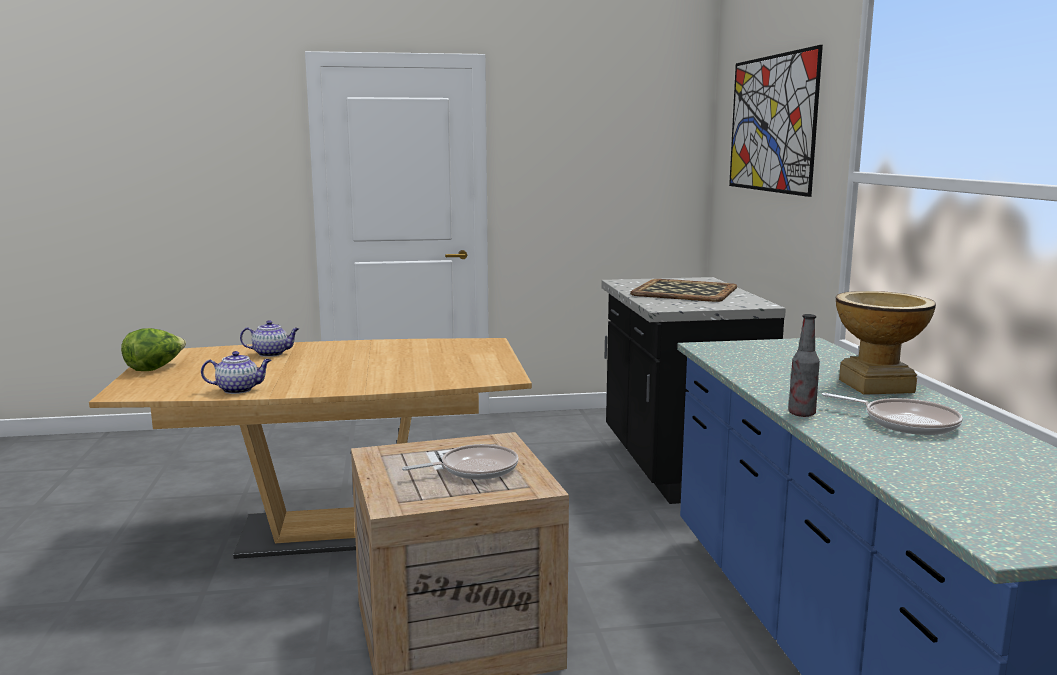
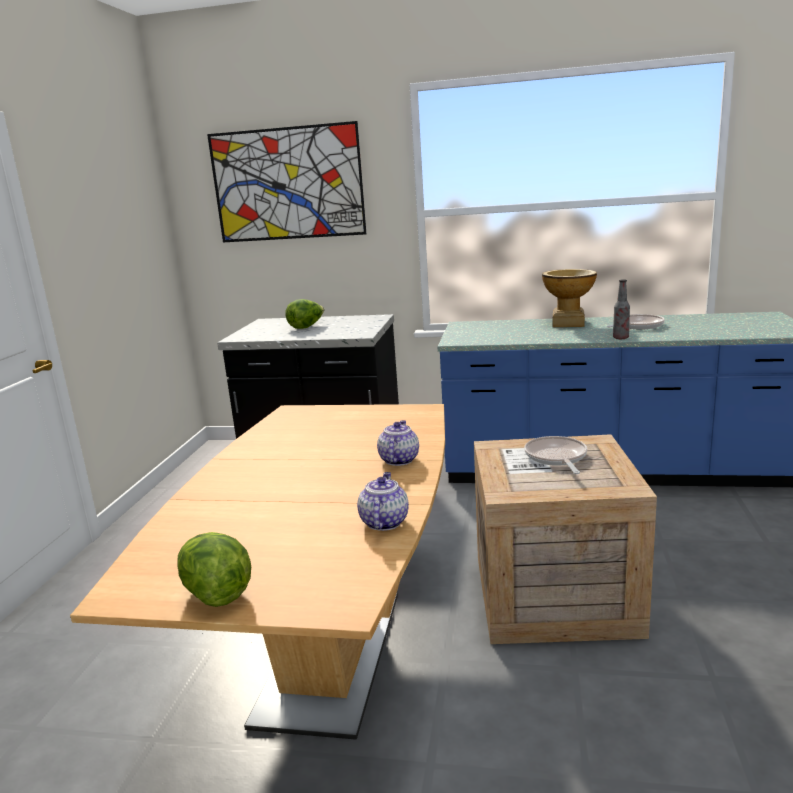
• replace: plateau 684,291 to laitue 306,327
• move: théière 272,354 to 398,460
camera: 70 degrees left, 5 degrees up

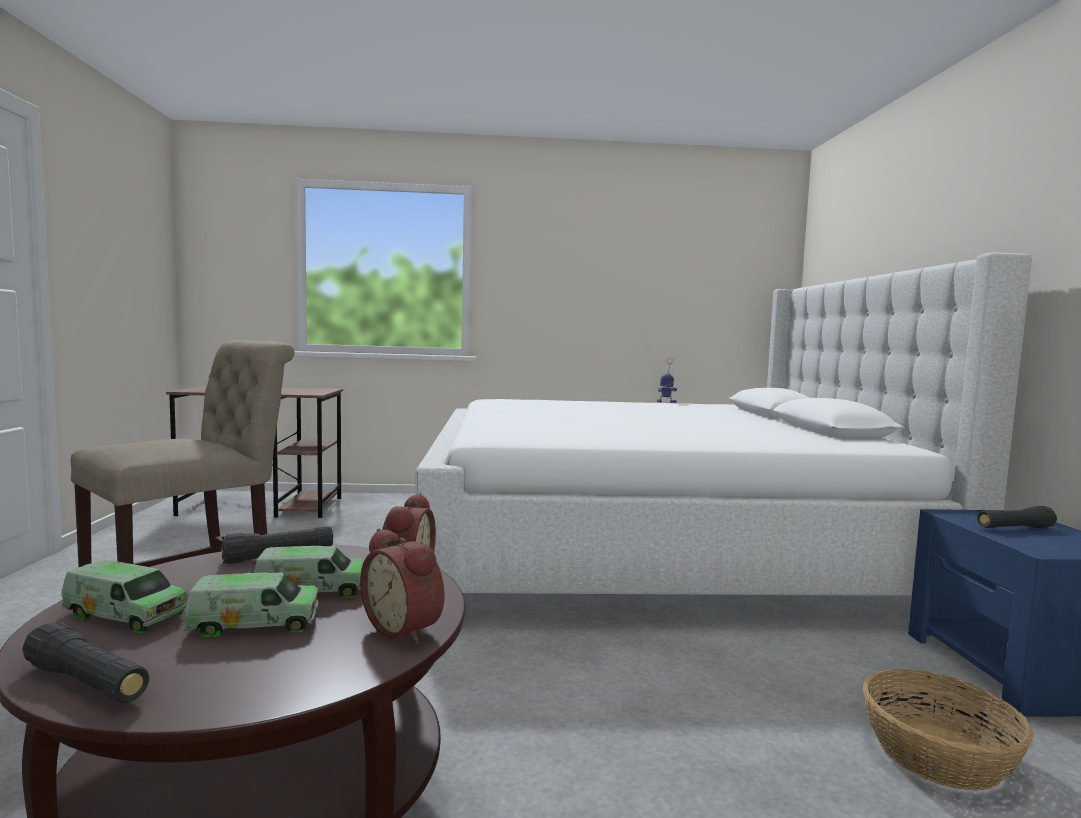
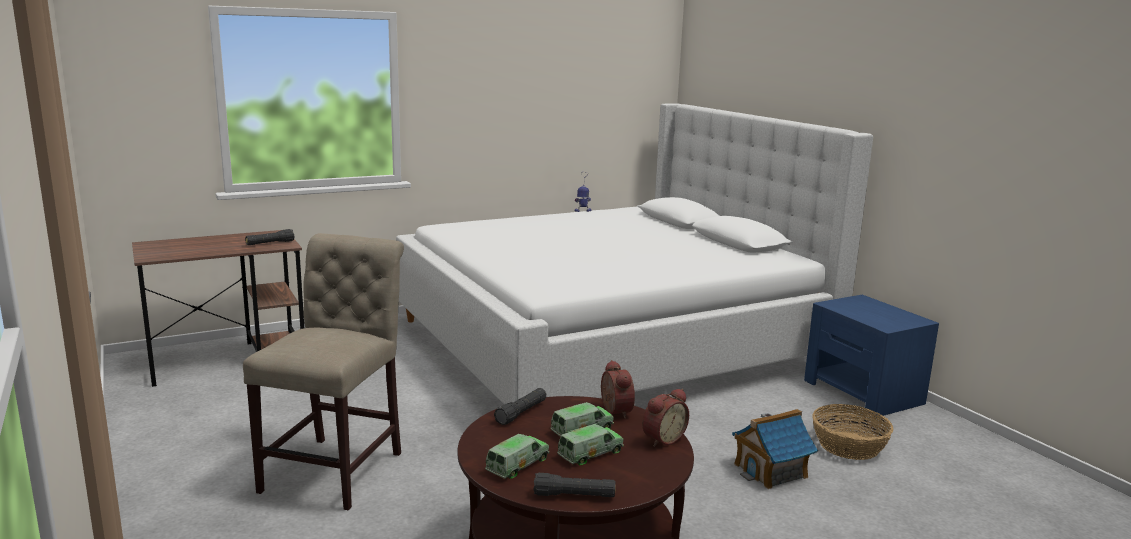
• move: lampe de poche [noir] 1014,528 to 270,243
• rotate: camion jouet 125,615 = 517,465 45 degrees counterclockwise
• rotate: réveil 406,628 = 662,439 60 degrees counterclockwise
• insert: maison miniature 771,470
camera: 25 degrees left, 10 degrees up

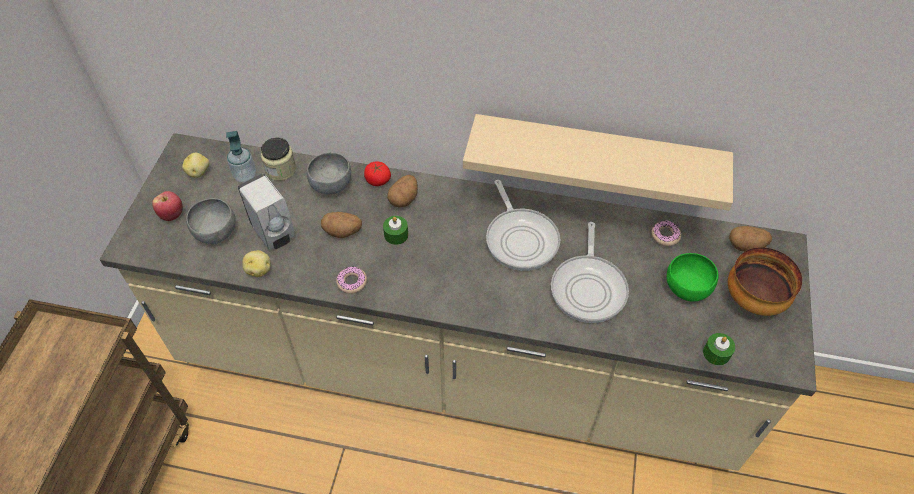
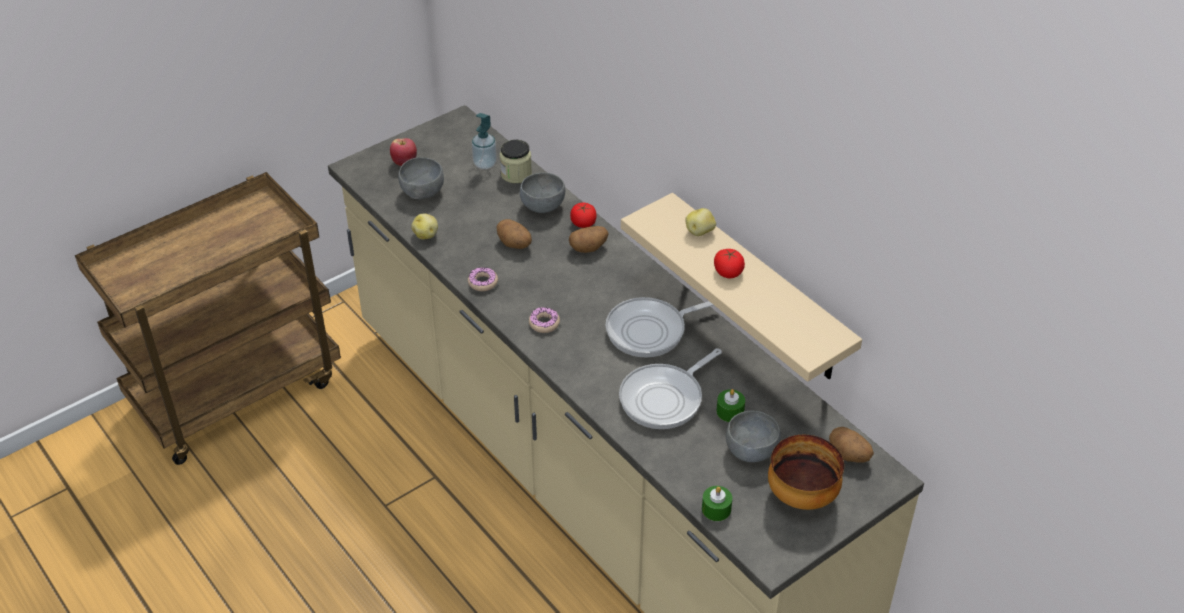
• move: beignet 665,236 to 544,323
• rotate: poêle 520,239 = 650,331 45 degrees clockwise
• move: pomme de terre 199,172 to 700,231
• insert: tomate 728,272
• move: bougie [vert] 396,235 to 730,411
• recolor: bol [vert] 686,288 to bol [gris] 750,451
• delete: distributeur de savon [blanc] 274,234
camera: 40 degrees right, 10 degrees down

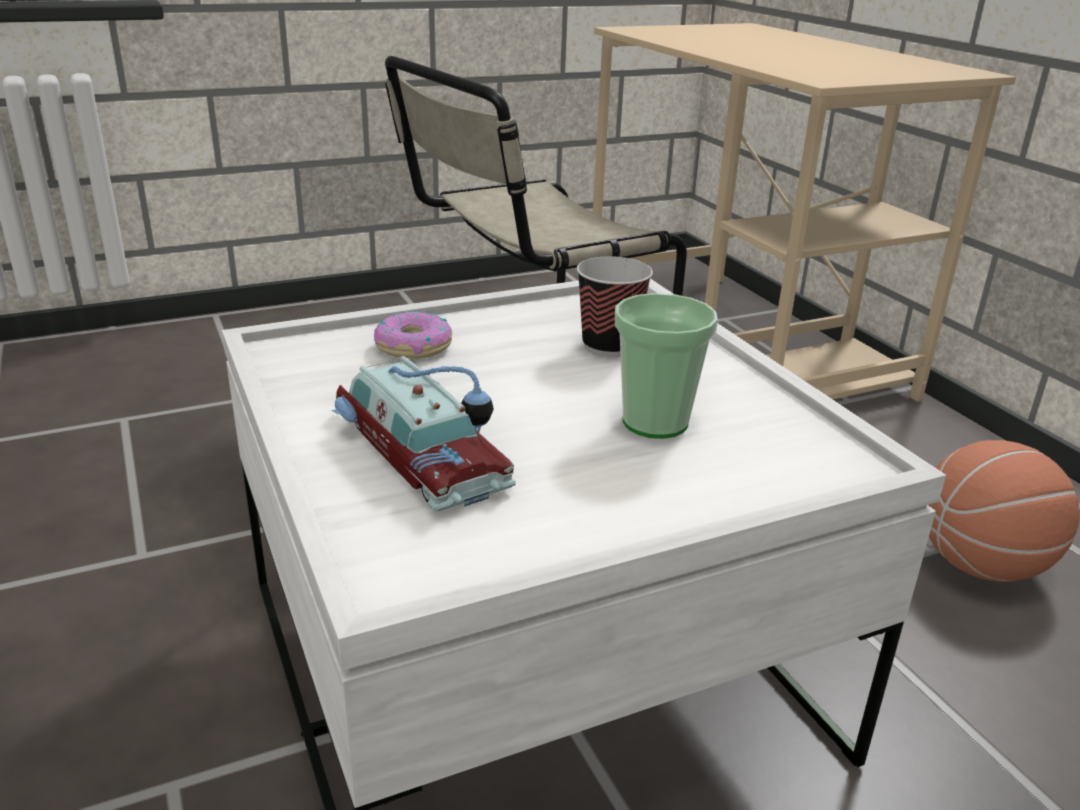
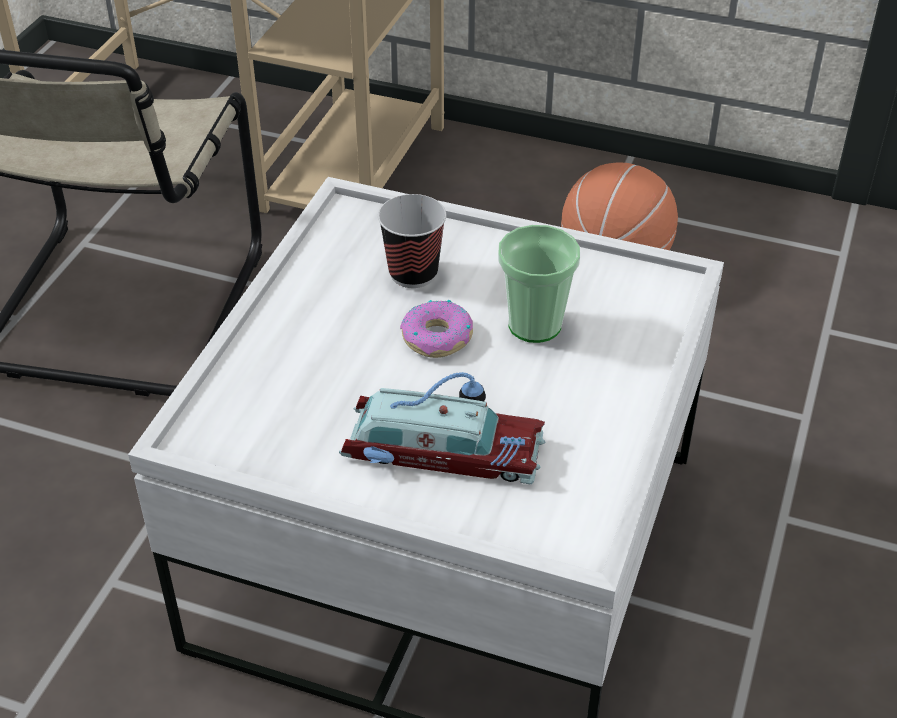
• move: beignet 413,346 to 437,338
camera: 45 degrees left, 15 degrees up

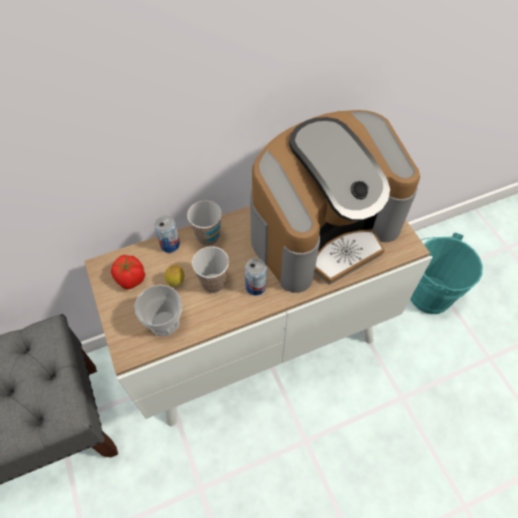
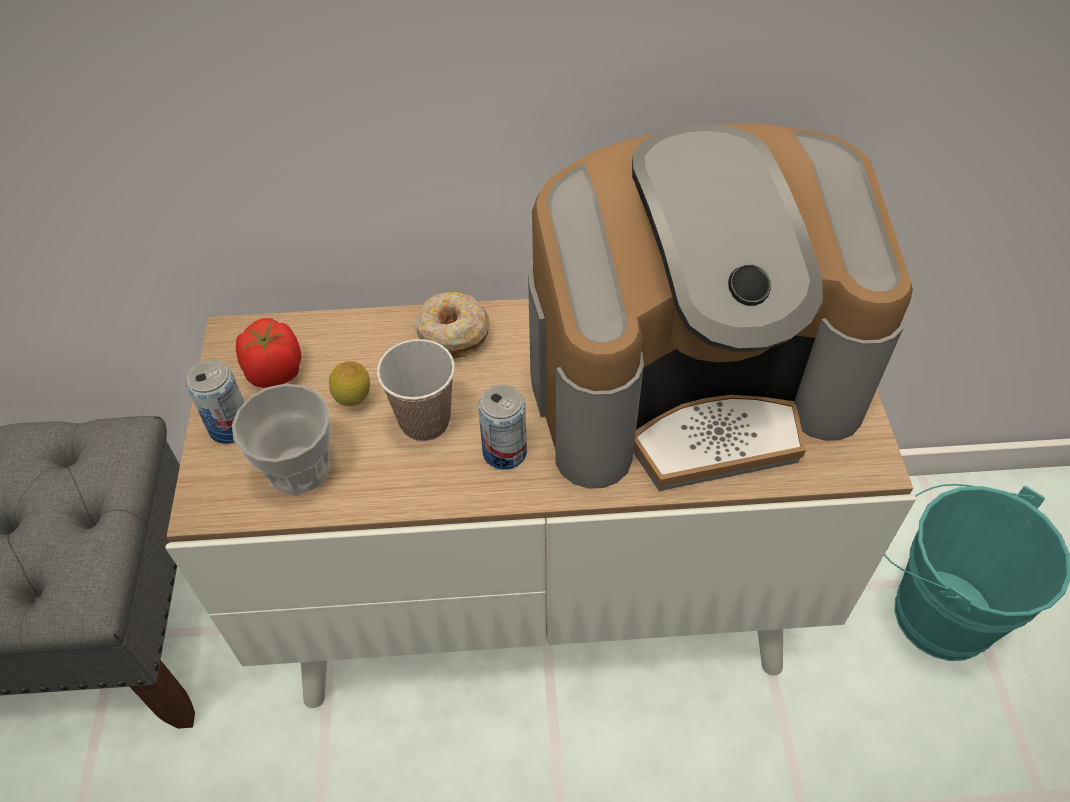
• move: boîte métallique 170,245 to 230,427
• replace: tasse 208,237 to beignet 452,333
camera: 20 degrees right, 5 degrees down

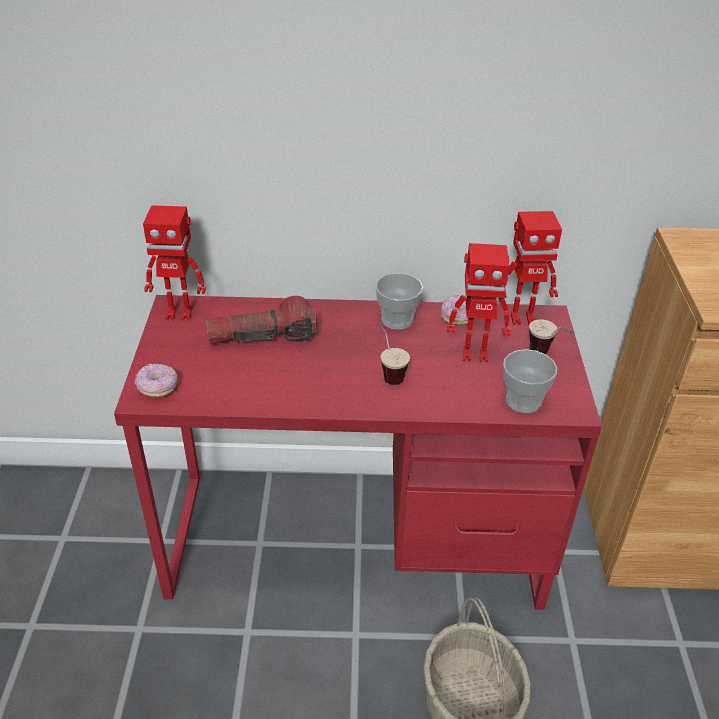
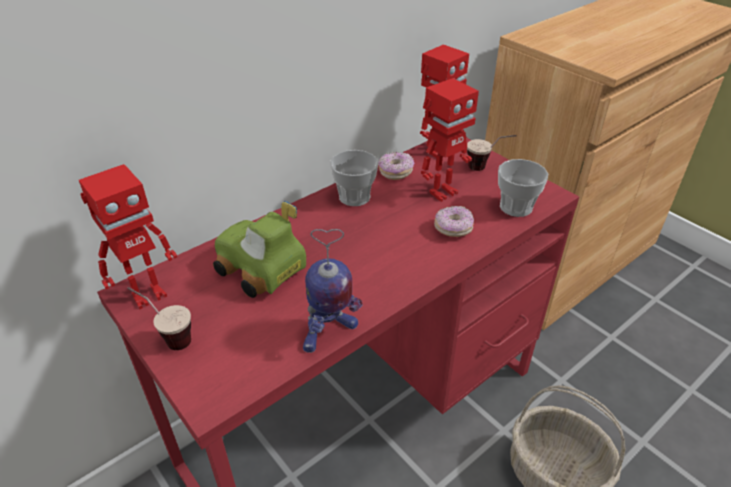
• move: tasse 388,371 to 167,337
• replace: lampe de poche 263,336 to petite voiture 260,270
• insert: robot jouet 329,334
• move: beignet 158,388 to 453,229
camera: 40 degrees left, 0 degrees up

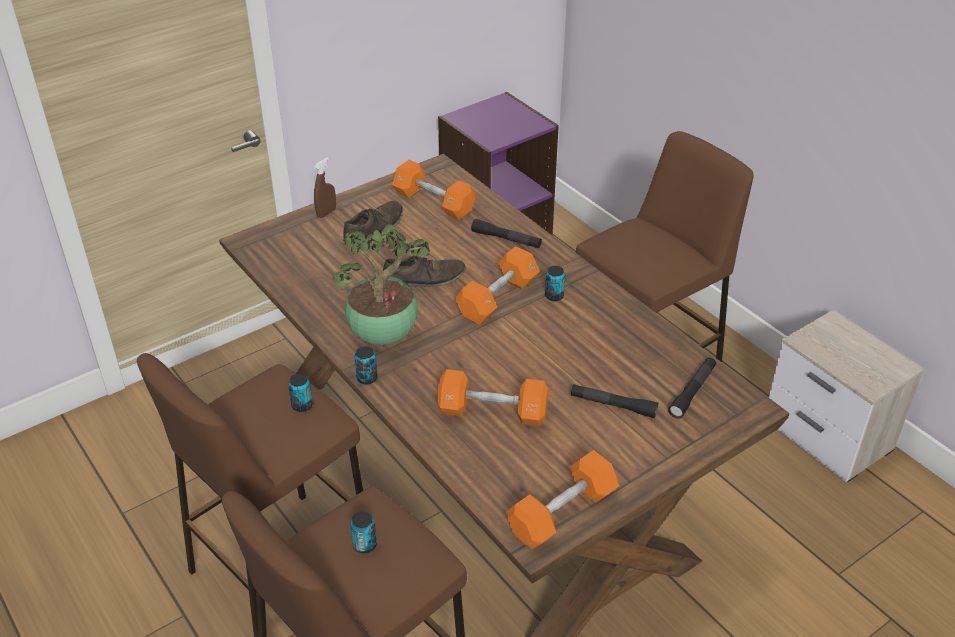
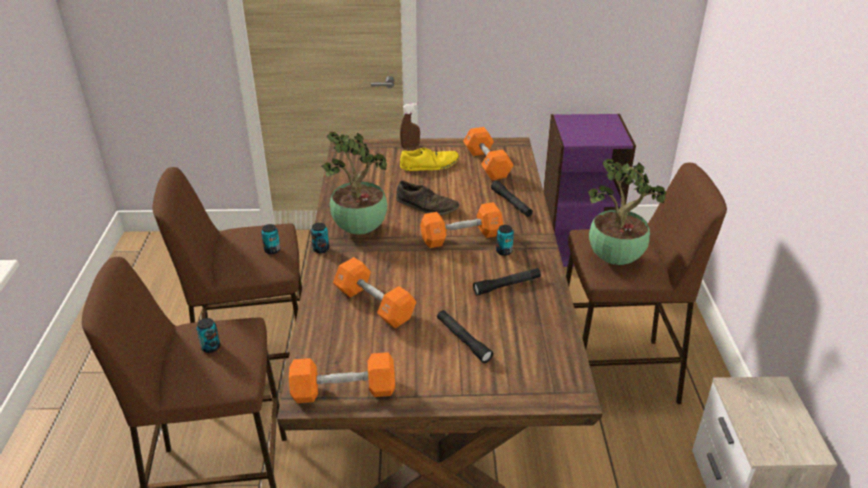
• recolor: chaussure [marron] 374,228 to chaussure [jaune] 429,165
• move: lampe de poche [noir] 692,392 to 507,285
• insert: plante en pot 616,259
camera: 35 degrees right, 5 degrees down

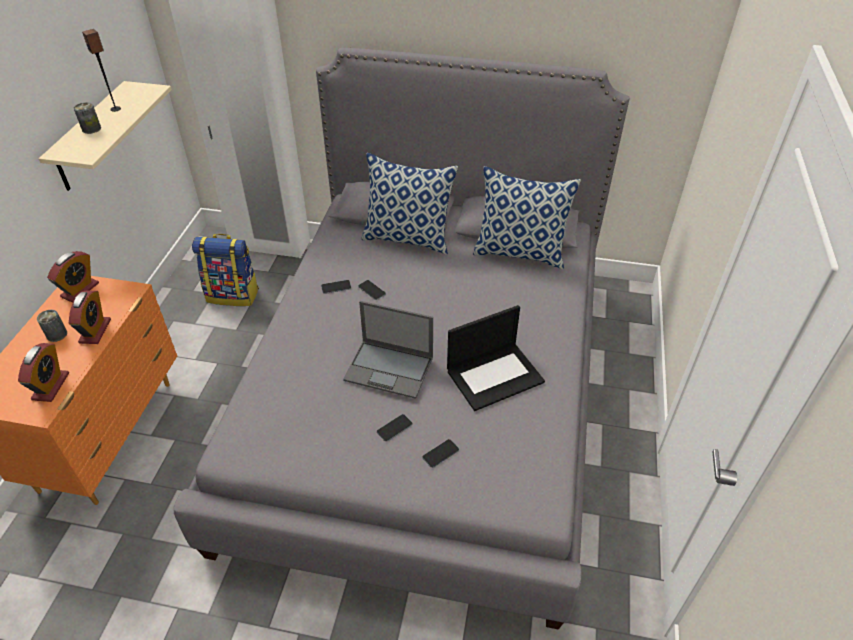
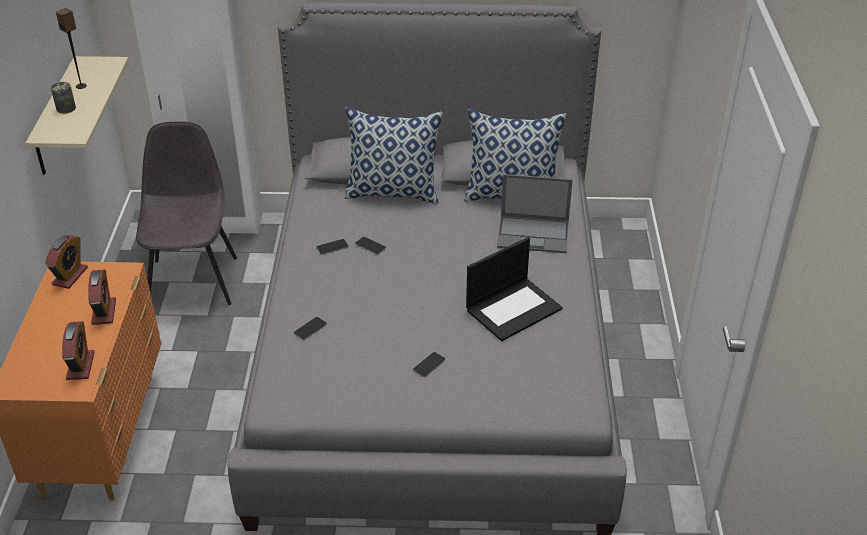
• replace: sac à dos 233,295 to chaise [gris] 193,280
• move: téléphone 440,453 to 310,328
• move: ordinateur portable 390,369 to 534,234
• delete: boîte métallique 57,334
camera: 10 degrees left, 5 degrees down

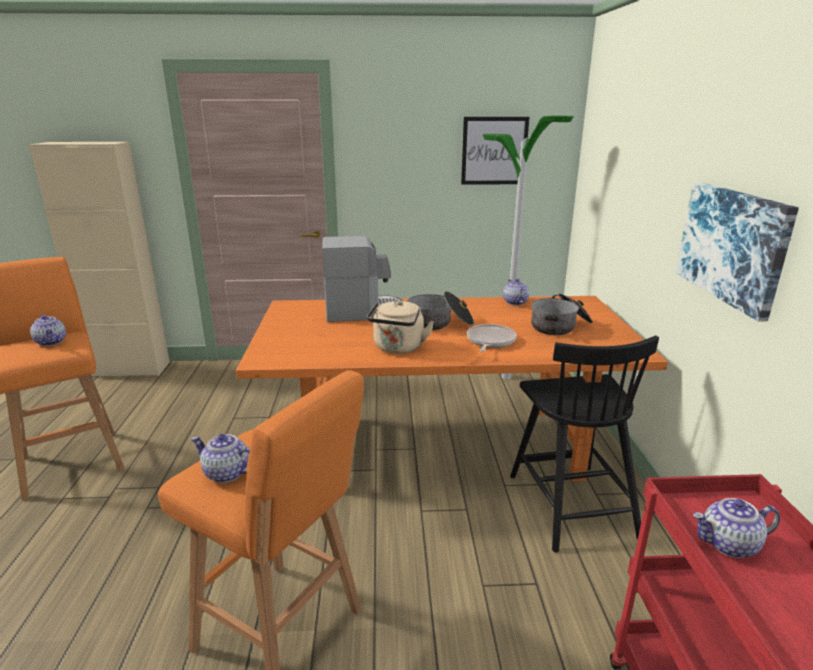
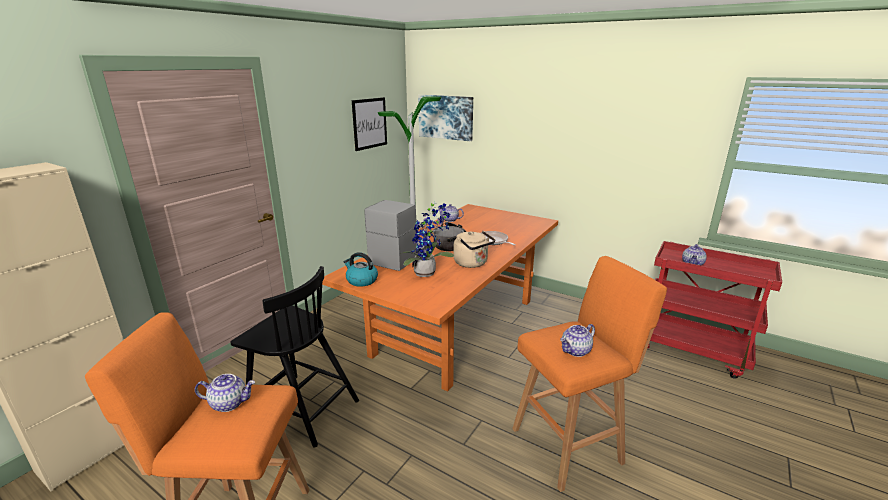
• move: chaise [noir] 570,504 to 301,408
• insert: bouilloire 361,280
• insert: plante en pot 427,273
• move: tableau 732,245 to 446,117
• delete: marmite 560,326
camera: 55 degrees left, 0 degrees up

